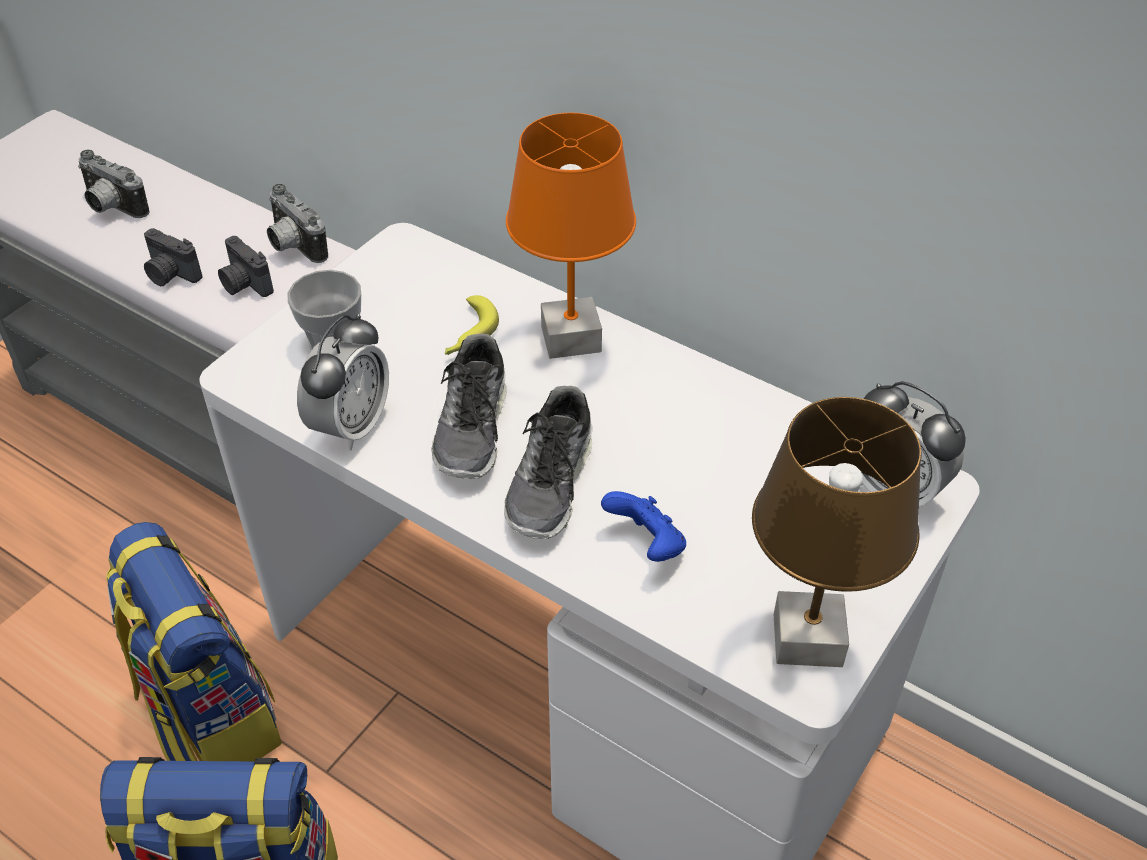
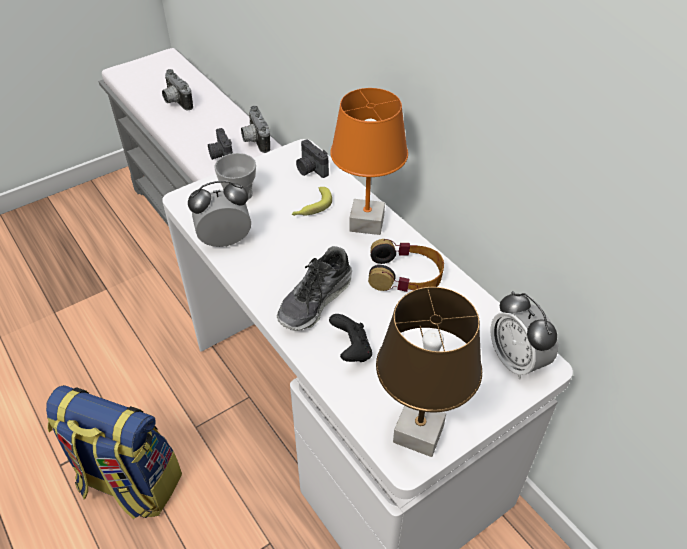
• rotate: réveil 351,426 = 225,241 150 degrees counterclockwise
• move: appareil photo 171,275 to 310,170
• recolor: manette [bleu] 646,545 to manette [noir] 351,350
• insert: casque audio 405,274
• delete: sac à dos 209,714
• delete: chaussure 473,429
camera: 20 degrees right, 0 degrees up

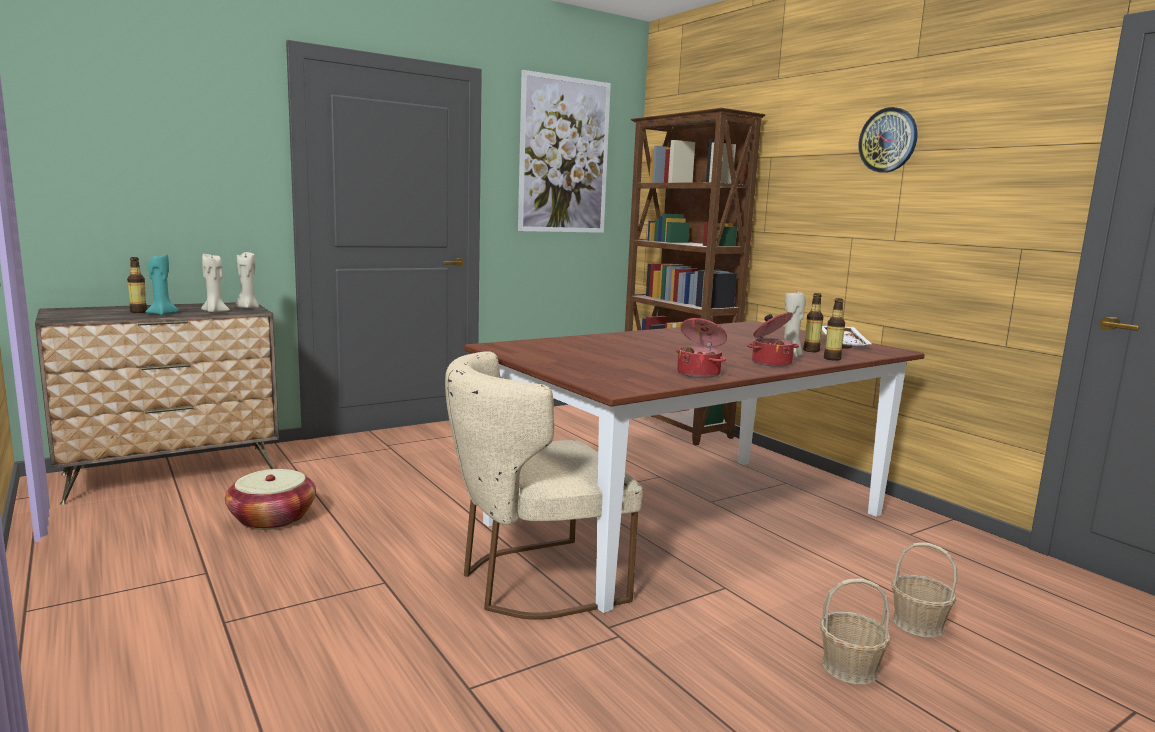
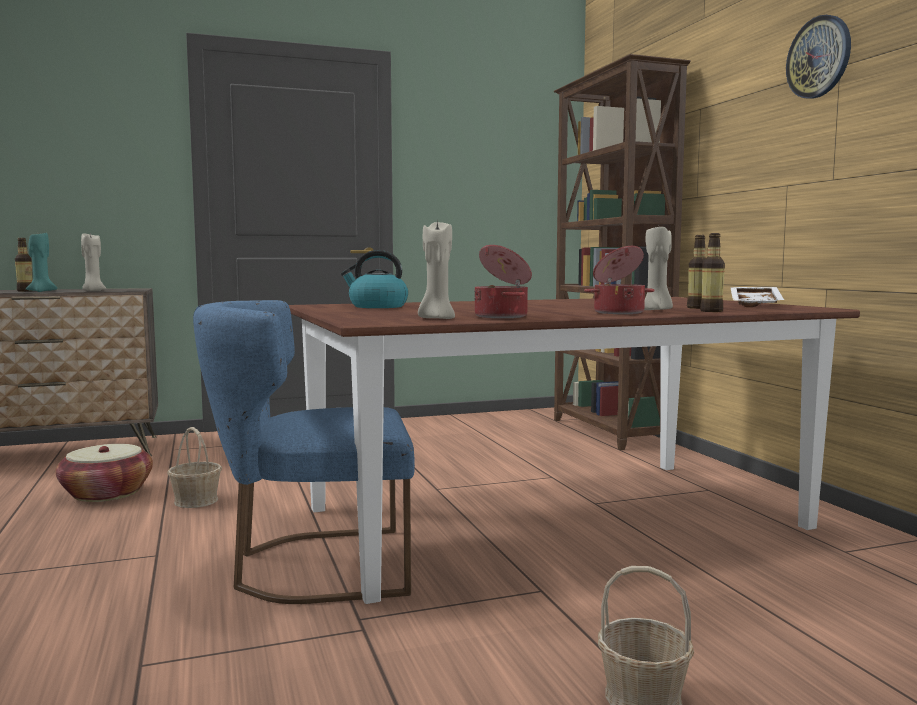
• move: panier 917,623 to 196,501
• recolor: chaise [beige] 532,581 to chaise [bleu] 312,566
• insert: bouilloire 377,306
• move: bougie [beige] 247,308 to 436,318
• delete: tableau 564,156
camera: 15 degrees right, 5 degrees down

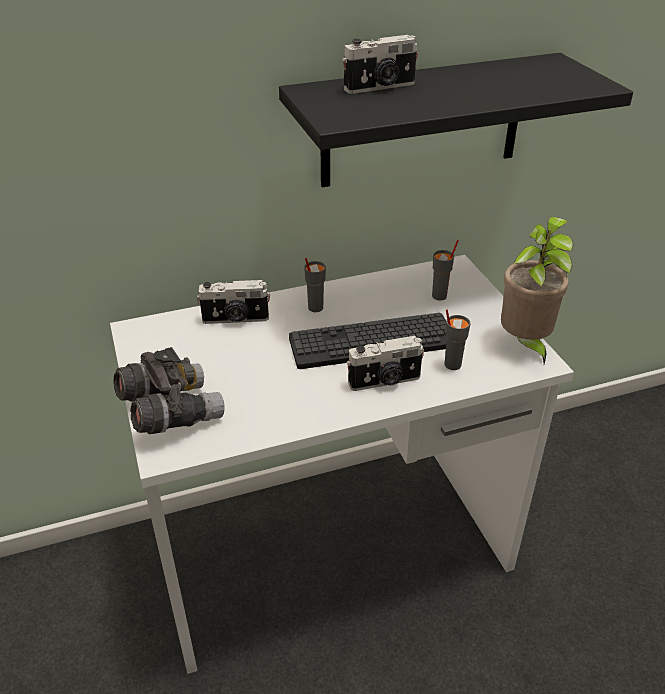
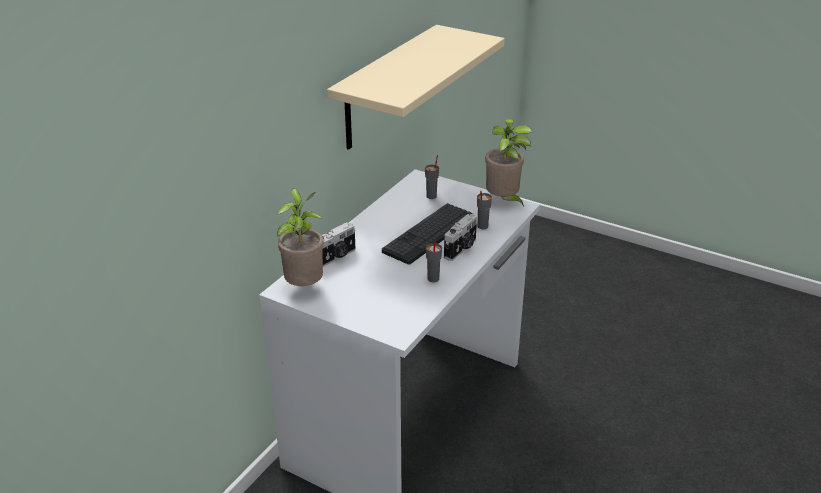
• insert: plante en pot 304,287
• recolor: étagère [noir] 422,121 to étagère [beige] 386,88
• move: tasse [gris] 315,308 to 433,279
• delete: jumelles [gris] 170,412
• delete: appareil photo 380,87
camera: 40 degrees left, 5 degrees down

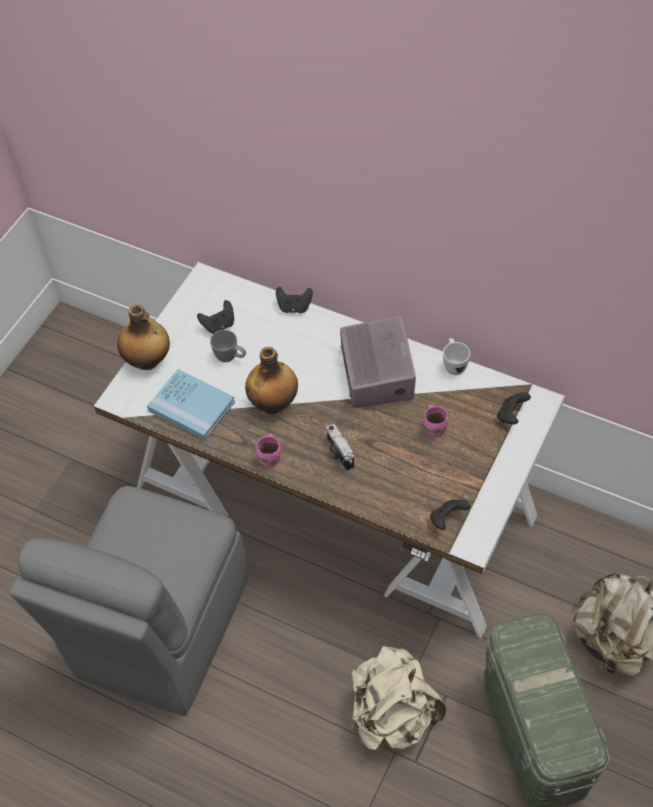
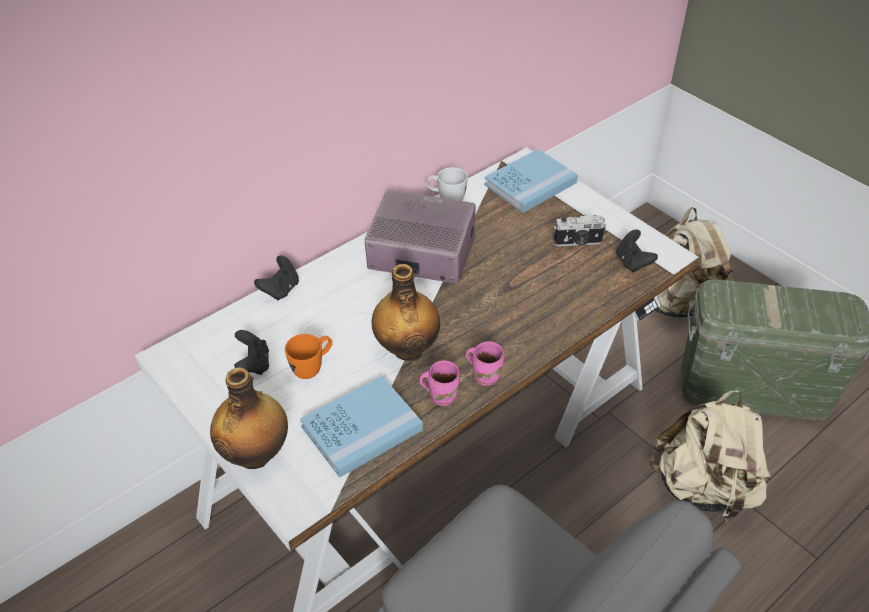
• recolor: mug [gris] 230,358 to mug [orange] 312,368
• move: mug [rose] 435,429 to 441,395
• replace: manette [noir] 511,415 to livre [bleu] 530,183
• move: appareil photo 339,454 to 578,242
camera: 70 degrees left, 10 degrees down

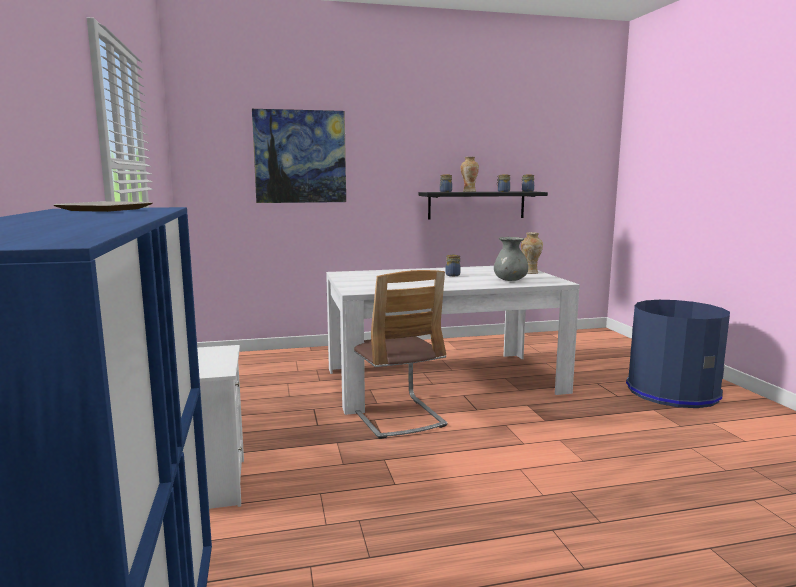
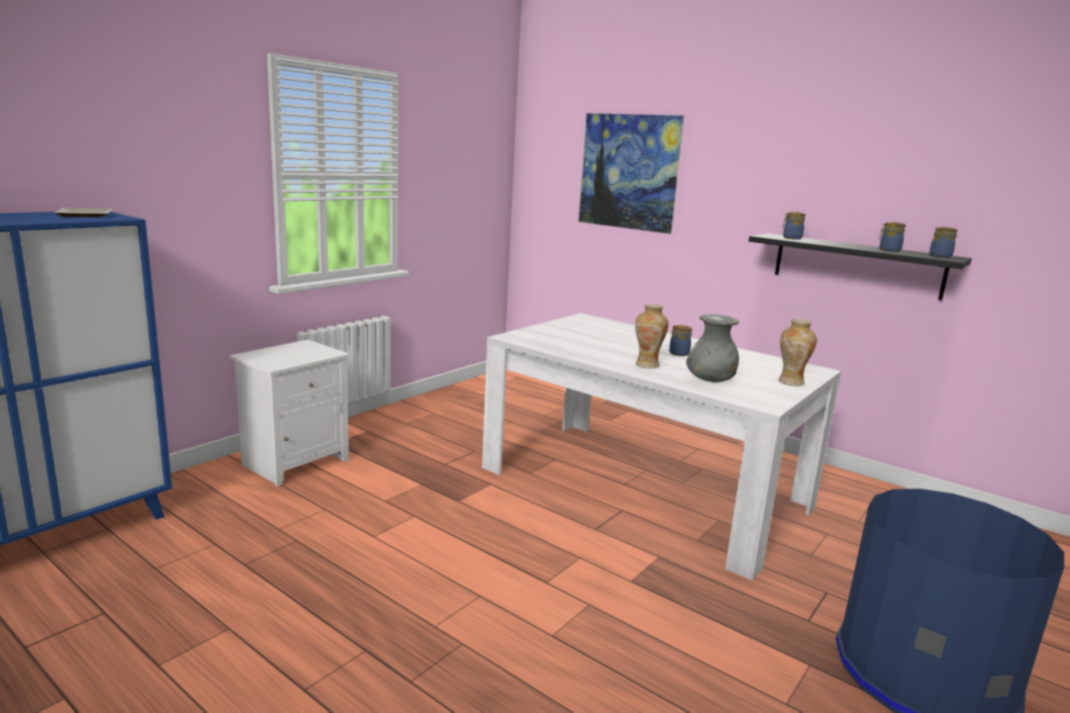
• move: vase 469,191 to 647,365
• delete: chaise 396,416
camera: 50 degrees right, 5 degrees up

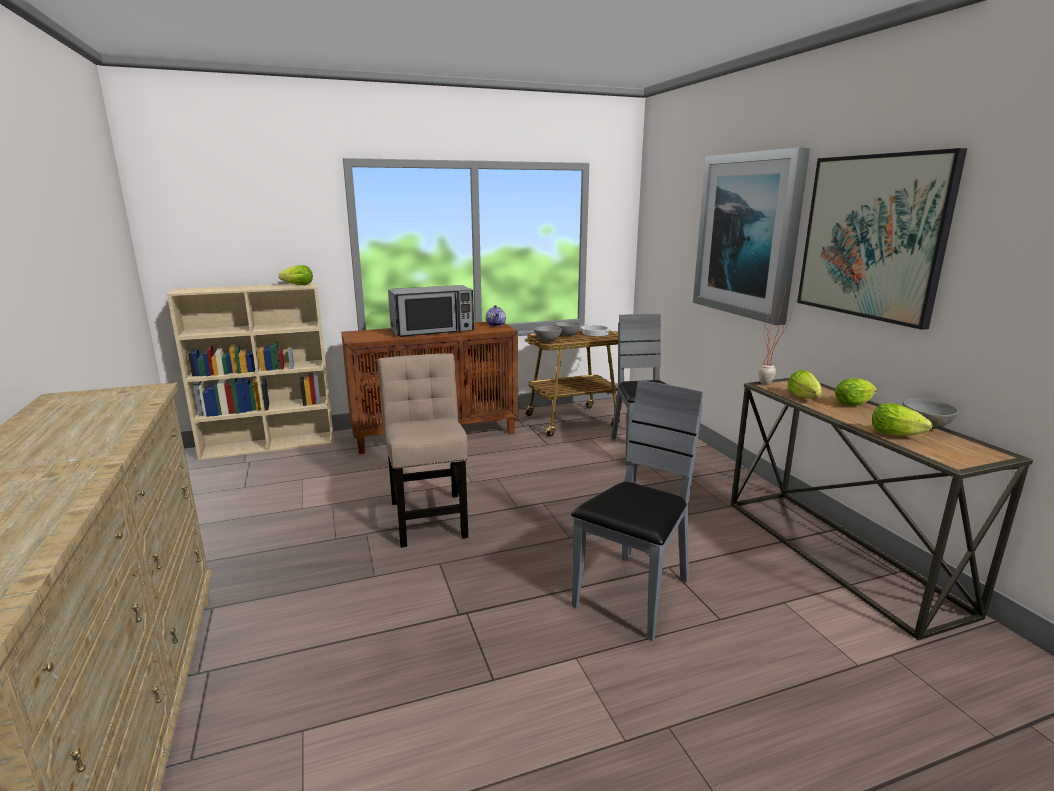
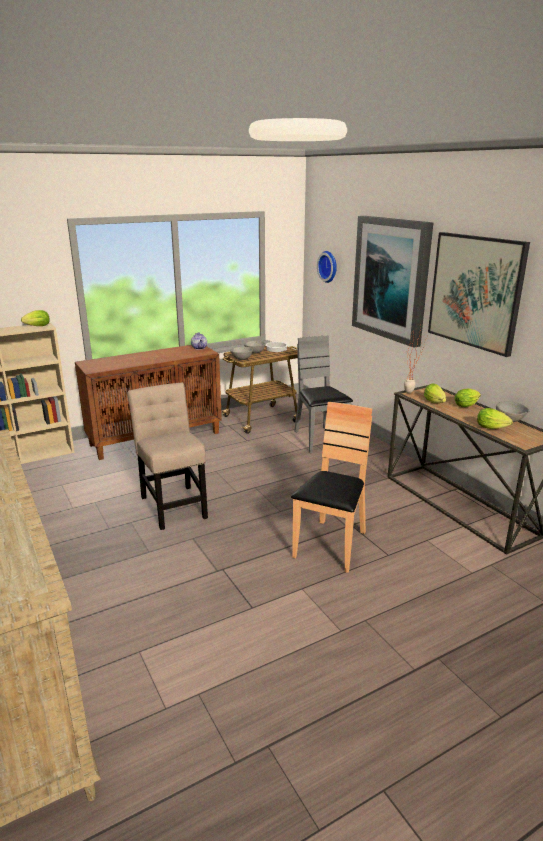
• recolor: chaise [gris] 633,594 to chaise [marron] 331,545
• insert: horloge murale 329,266
• delete: micro-ondes 433,331
camera: 10 degrees left, 5 degrees up

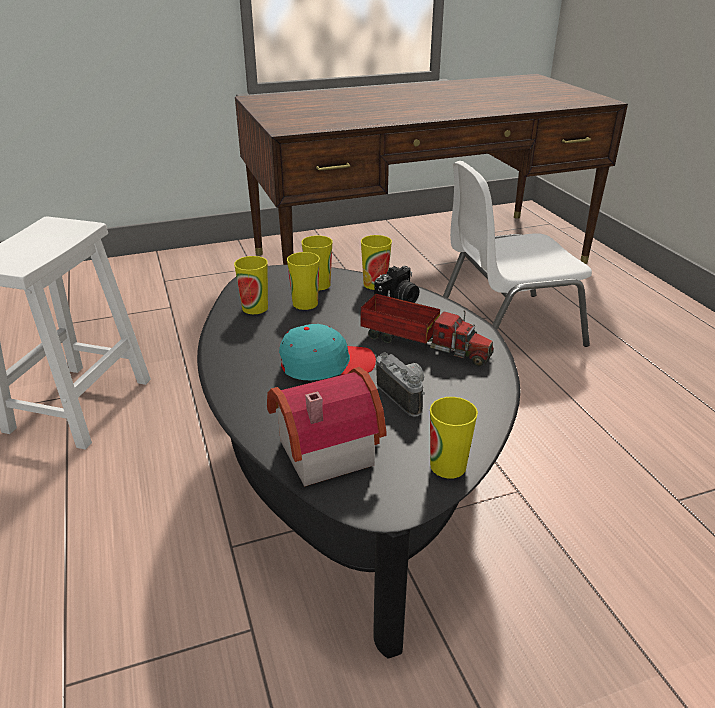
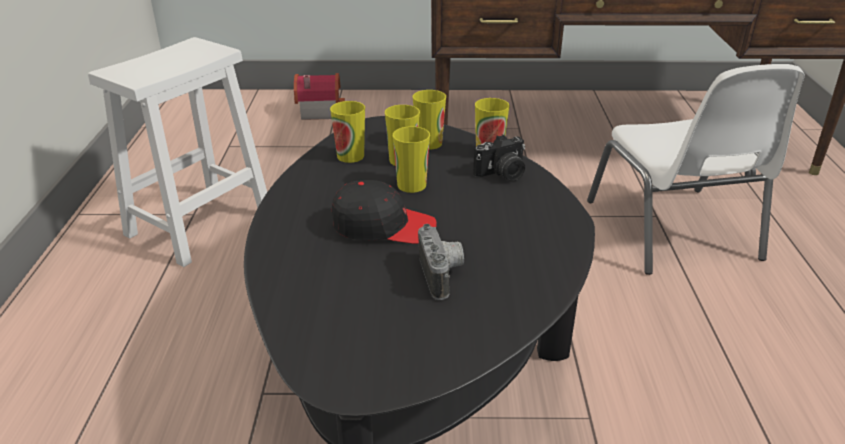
• move: maison miniature 321,449 to 318,110
• recolor: casquette [turquoise] 326,364 to casquette [noir] 383,226
• move: tasse 448,466 to 411,185
• rotate: chaise [blanc] 506,327 = 673,231 105 degrees counterclockwise
• delete: camion jouet 422,343
camera: 20 degrees right, 0 degrees up

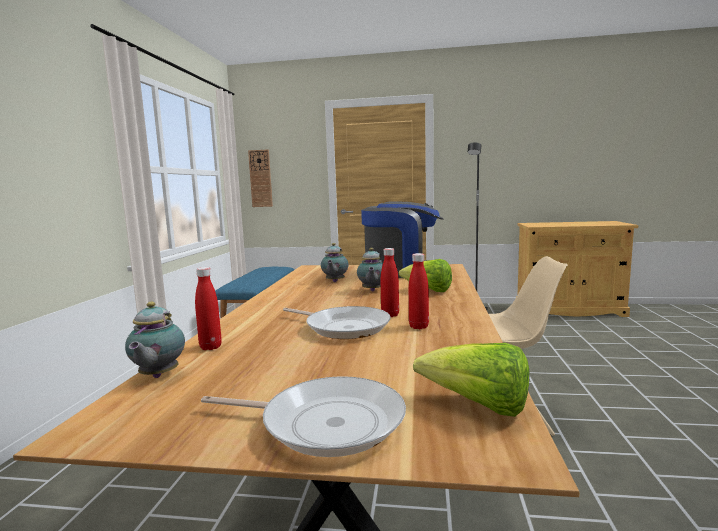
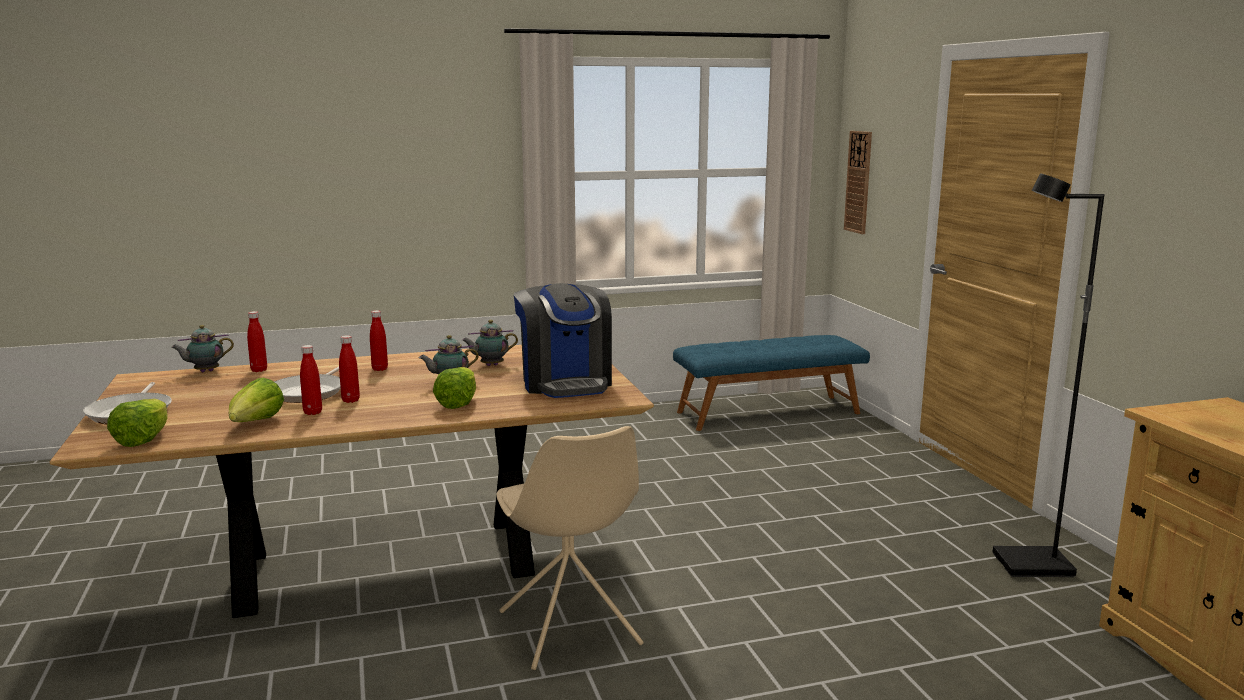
• insert: laitue 256,423
• insert: bouteille [rouge] 380,369
camera: 65 degrees right, 5 degrees up

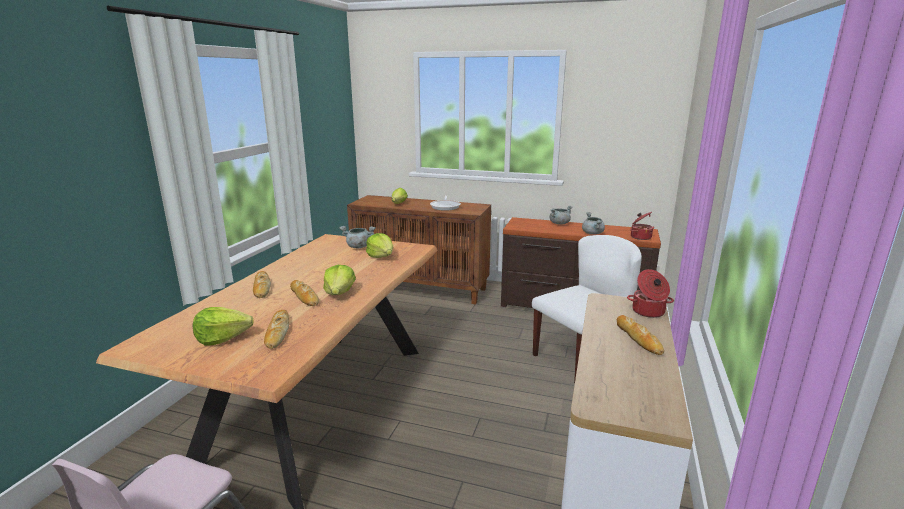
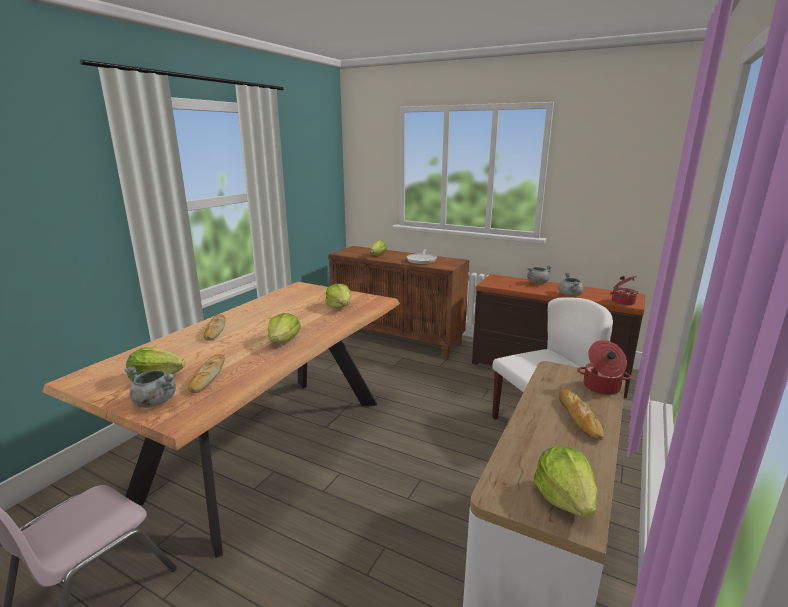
• move: marmite [gris] 358,247 to 154,402
• insert: laitue 565,498
• delete: pain 304,296
camera: 10 degrees right, 0 degrees up

